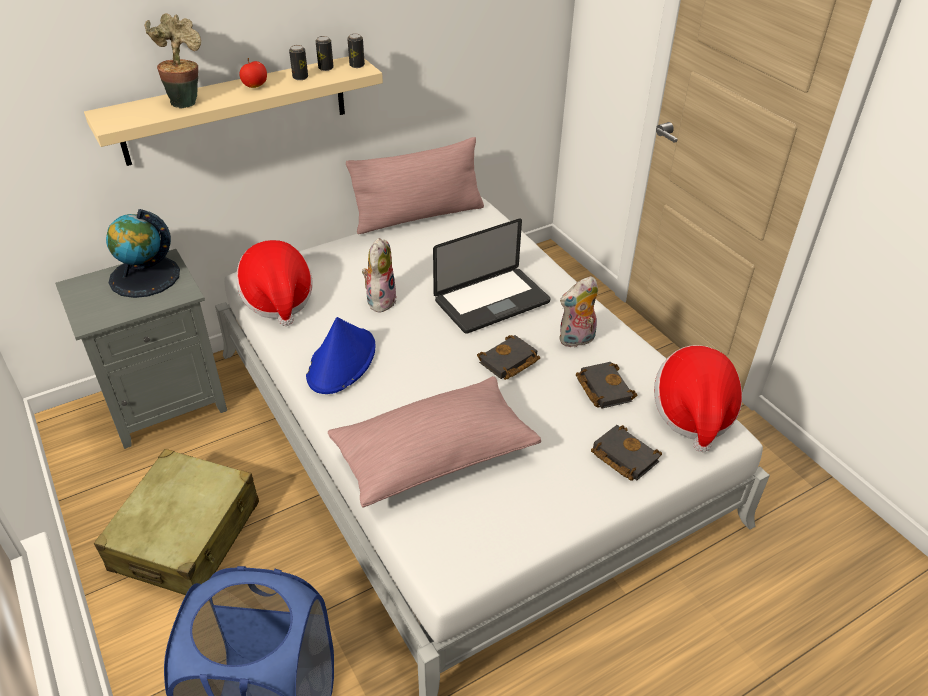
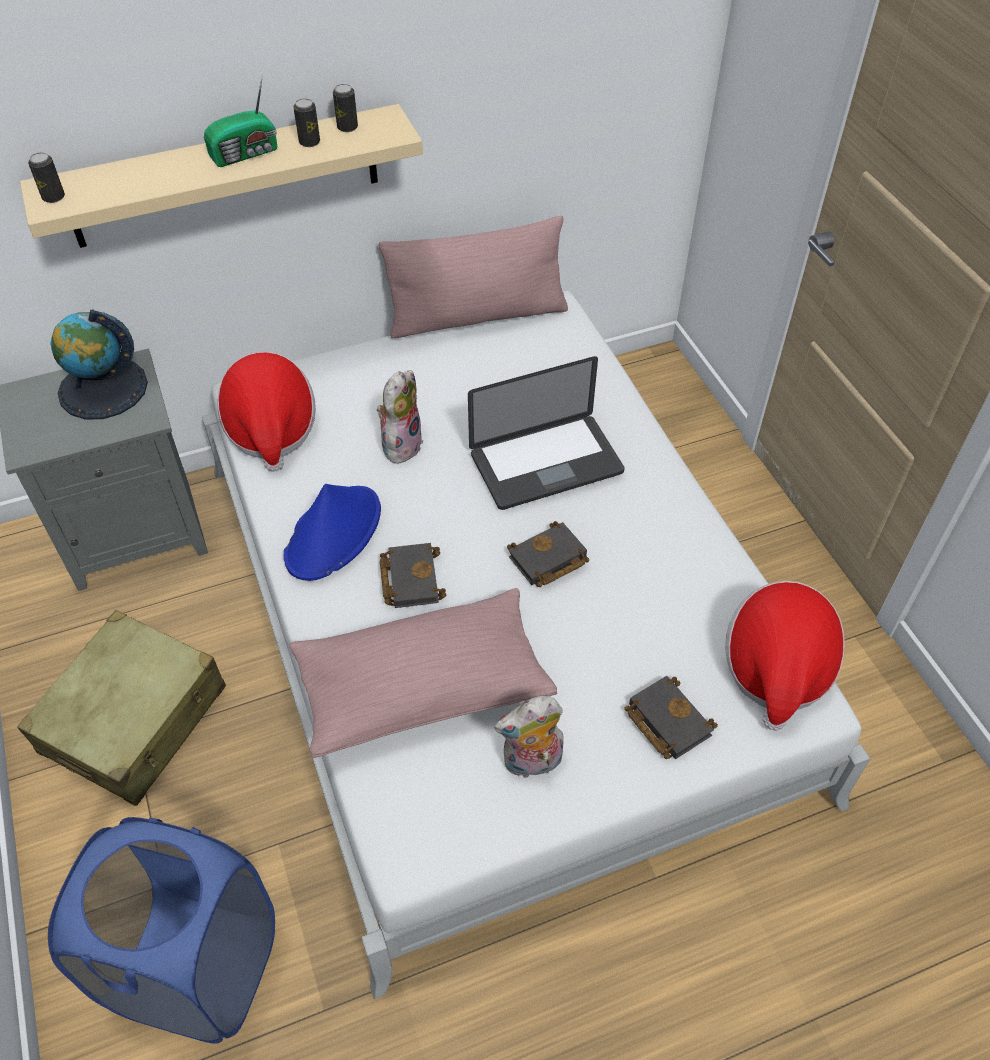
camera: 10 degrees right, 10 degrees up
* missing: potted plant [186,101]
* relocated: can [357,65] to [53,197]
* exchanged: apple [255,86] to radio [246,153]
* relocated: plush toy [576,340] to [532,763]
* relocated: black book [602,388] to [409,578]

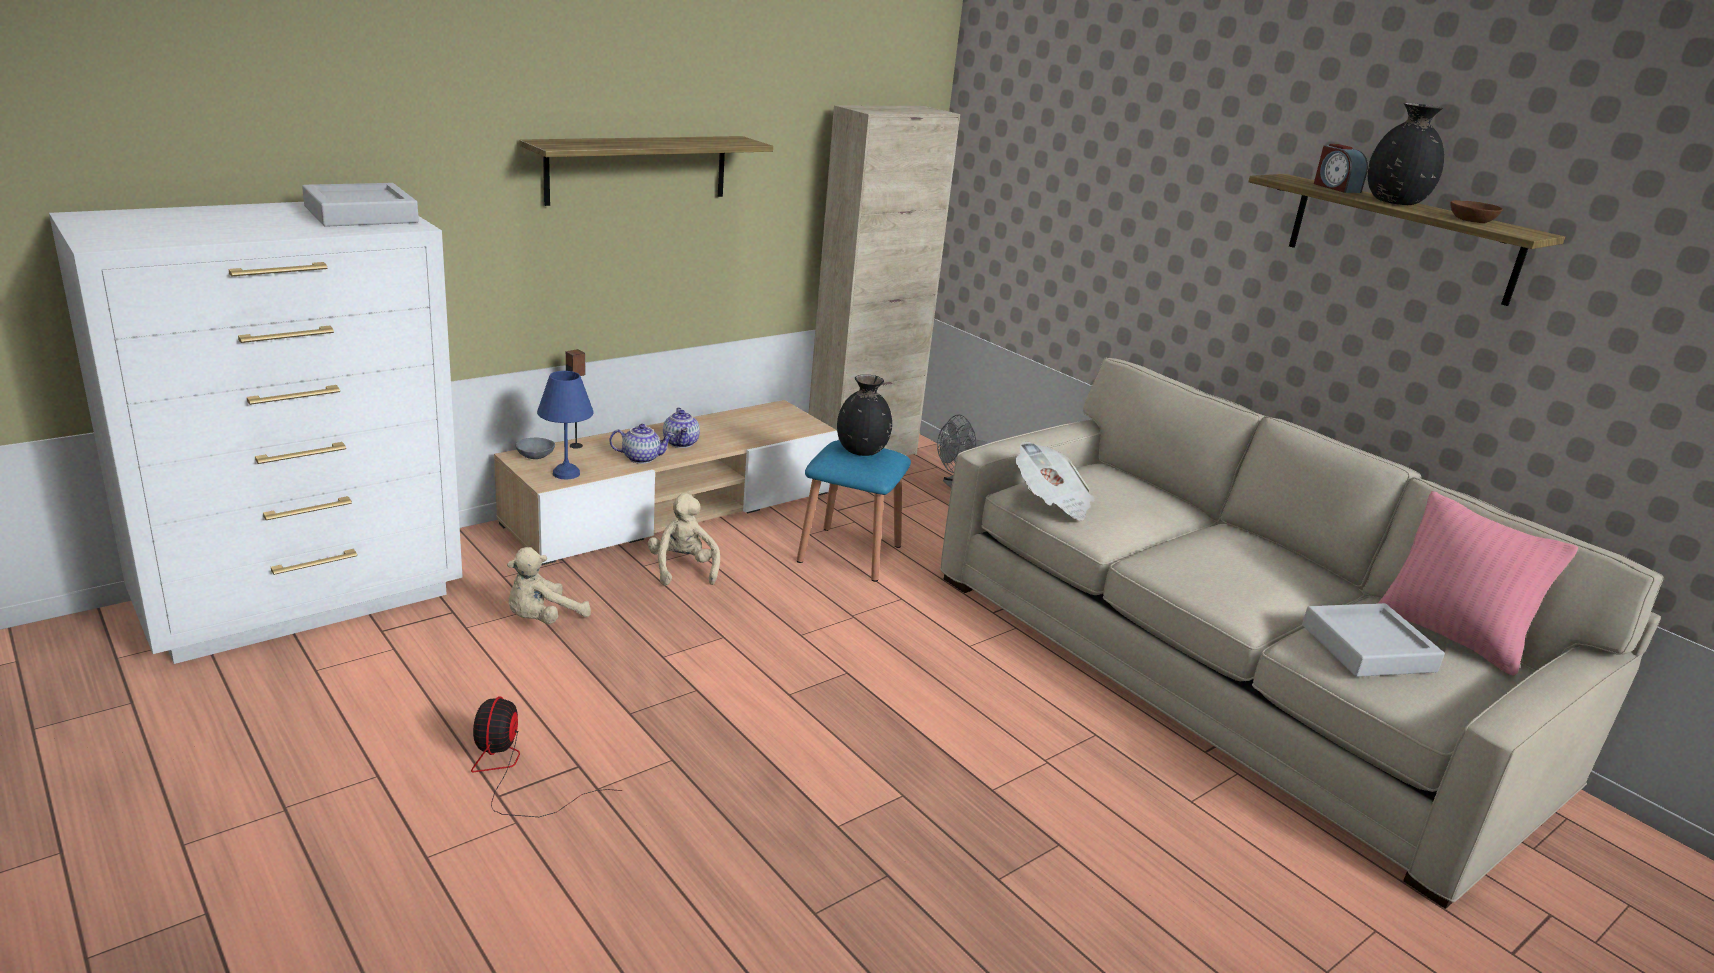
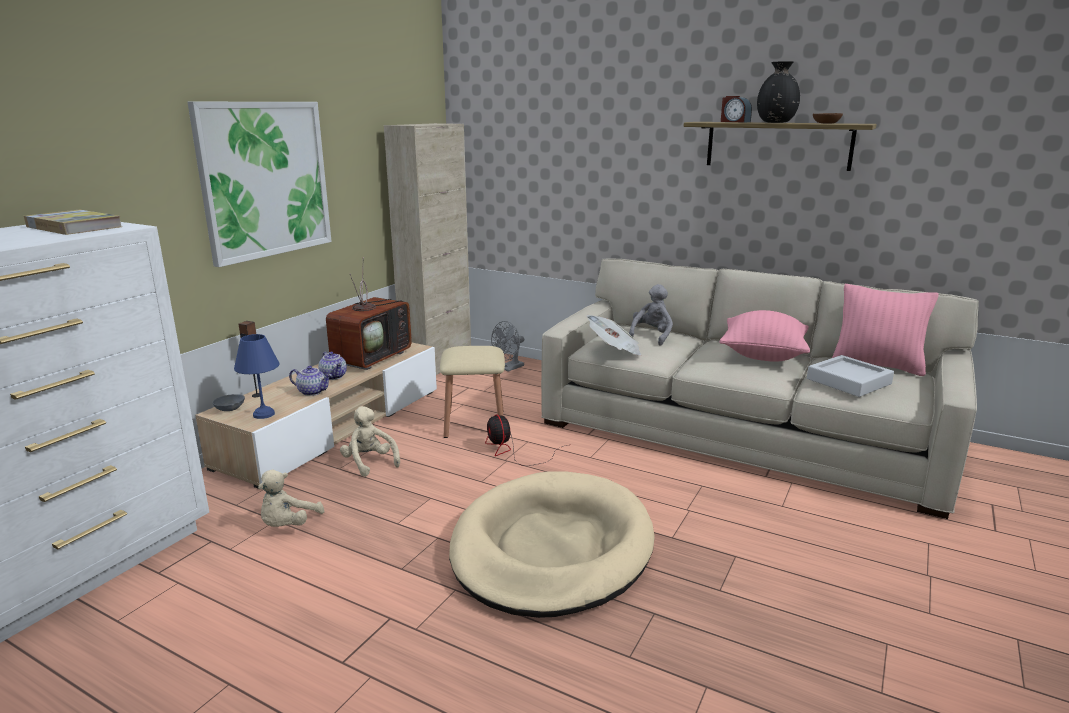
camera: 20 degrees left, 5 degrees down
* exchanged: shelf [637,169] to picture [265,180]
* exchanged: grey tray [361,214] to book [74,227]
* missing: black vase [861,451]
* spun: teapot [641,458] = [313,392] 45 degrees clockwise
* colour: blue stool [849,553] to beige stool [474,424]
* relocated: fan [513,773] to [513,452]
* appeared: television [372,357]
* appeared: grey plush toy [651,336]
* appeared: pink pillow [763,356]
* appeared: beige dog bed [552,548]

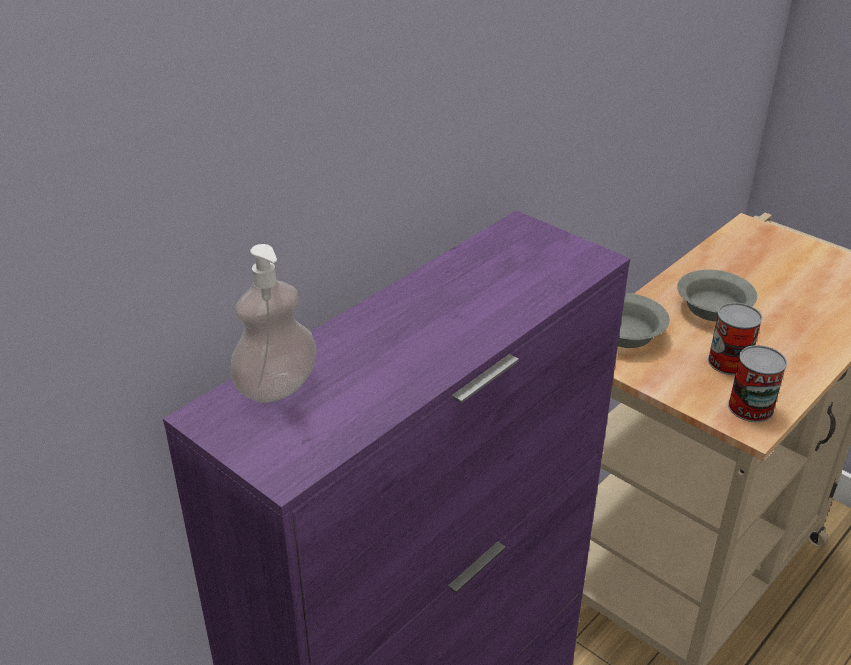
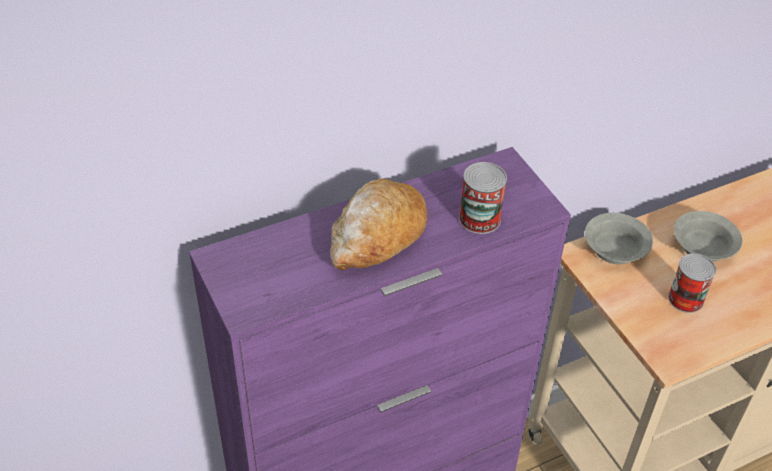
camera: 20 degrees right, 10 degrees up
* missing: soap dispenser [277,387]
* relocated: can [750,407] to [479,219]
* appeared: bread [377,237]

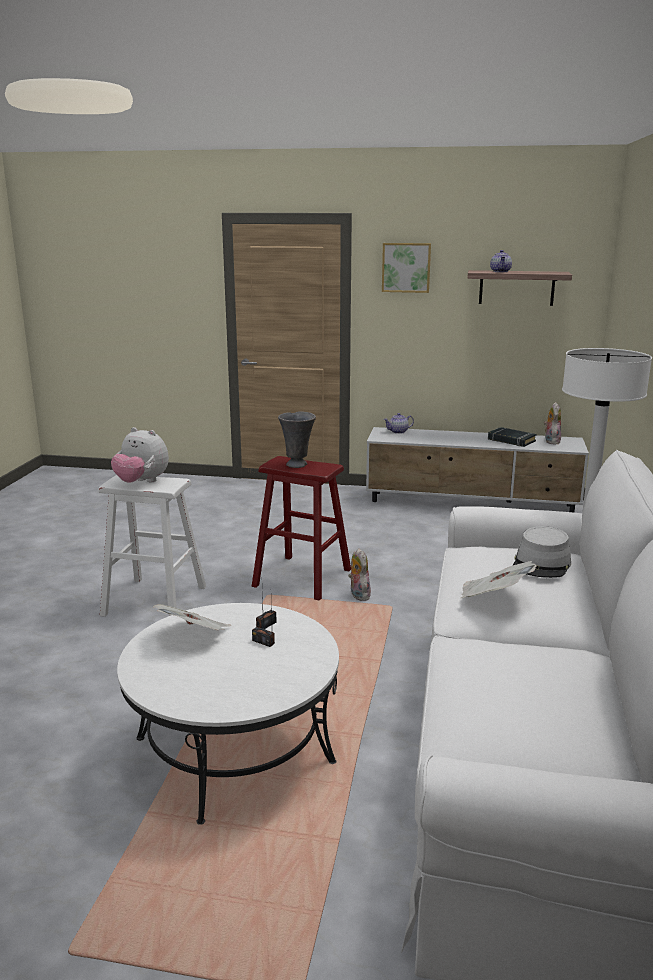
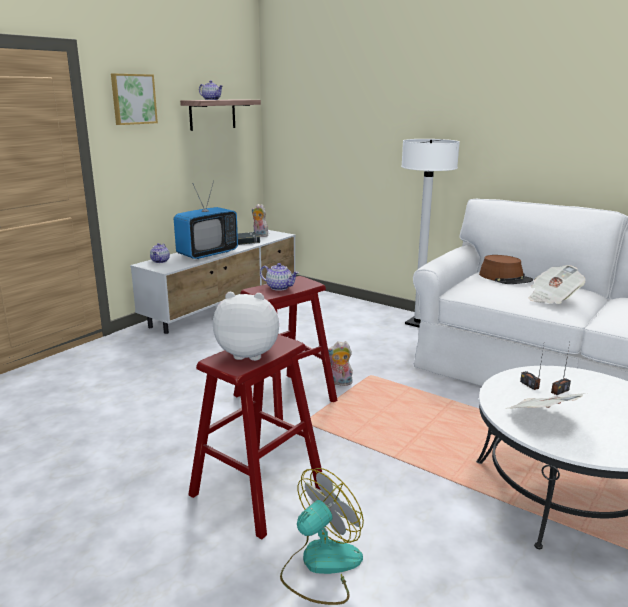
camera: 65 degrees left, 0 degrees up
* exchanged: grey vase [297,464] to teapot [279,287]
* spun: plush toy [142,482] = [249,353] 135 degrees counterclockwise
* colour: white stool [155,601] to red stool [257,491]
* colour: grey hat [542,564] to brown hat [505,278]
* appeared: television [207,254]
* appeared: fan [320,565]

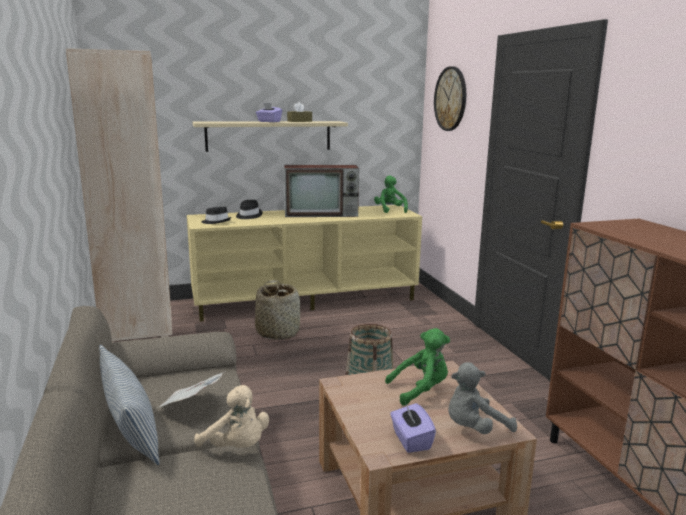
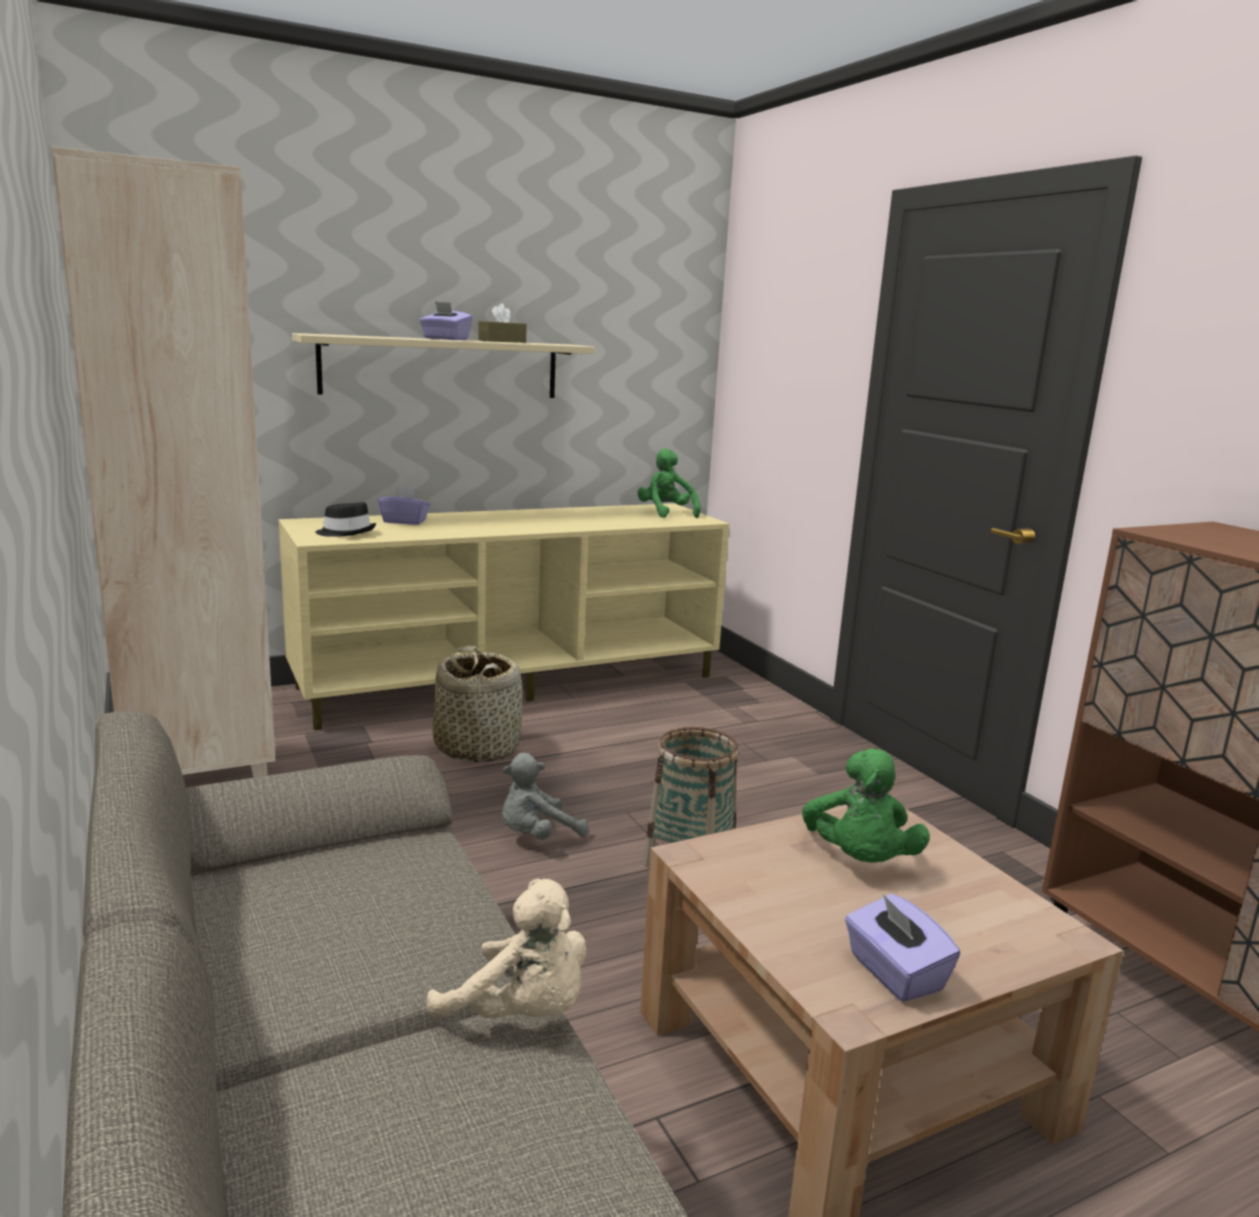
camera: 10 degrees left, 0 degrees up
* missing: wall clock [450,99]
* missing: television [322,214]
* exchanged: black hat [248,216] to purple tissue box [404,522]
* spun: green plush toy [421,390] = [859,861] 120 degrees clockwise
* missing: pillow [130,429]
* relocated: grey plush toy [474,429] to [537,836]
* missing: newspaper [192,406]

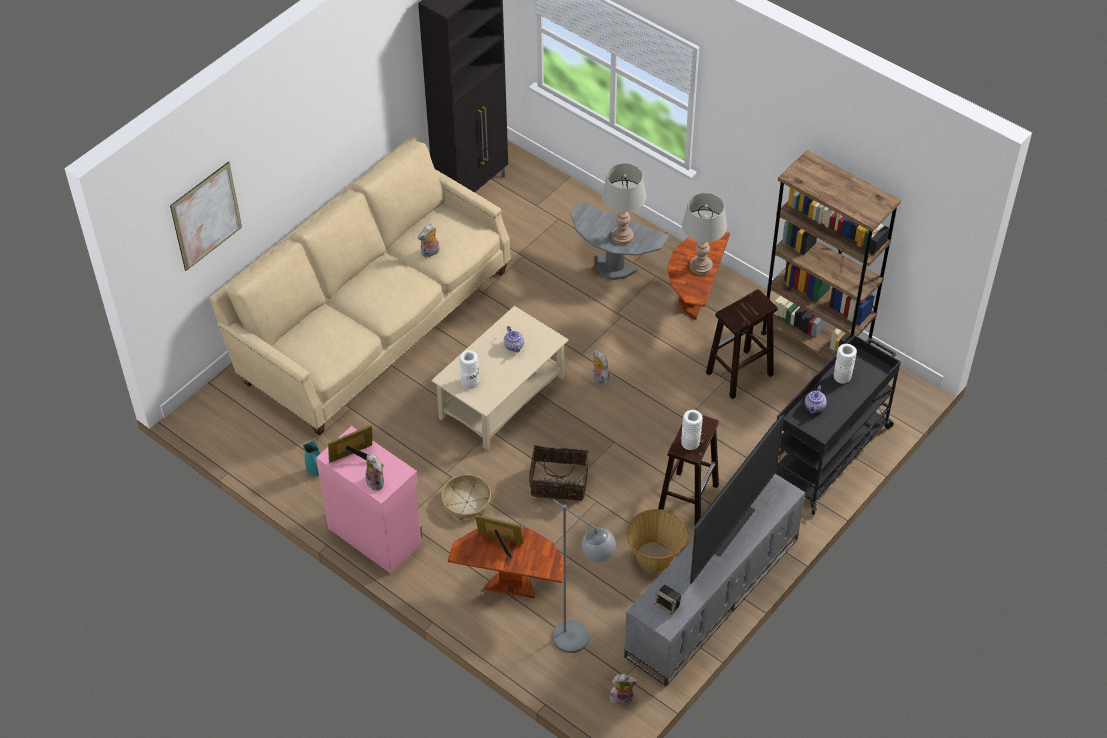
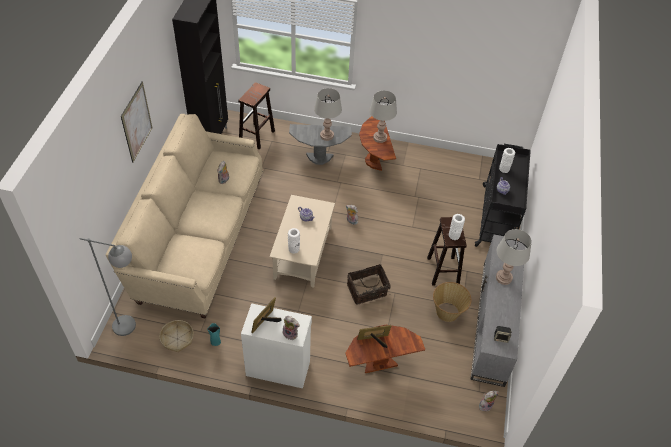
camera: 30 degrees left, 0 degrees up
* missing: brown bookcase [814,344]
* relocated: picture [206,216] to [136,122]
* relocated: brown stool [738,374] to [256,136]
* exchanged: television [731,530] to grey table lamp [503,278]
* colour: pink cabinet [375,534] to white cabinet [278,367]
* relocated: basket [466,502] to [177,339]
* relocated: grey floor lamp [581,644] to [132,327]

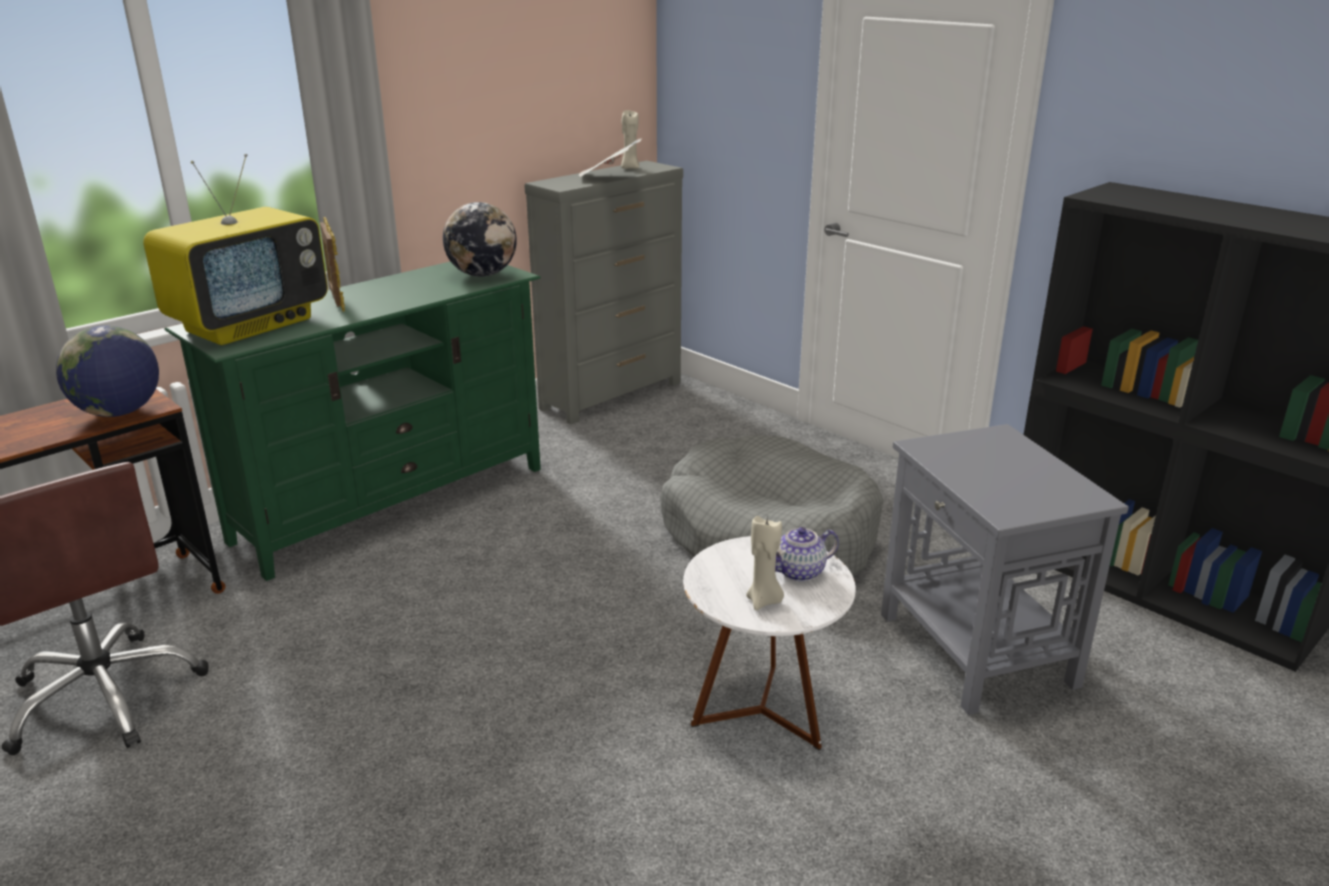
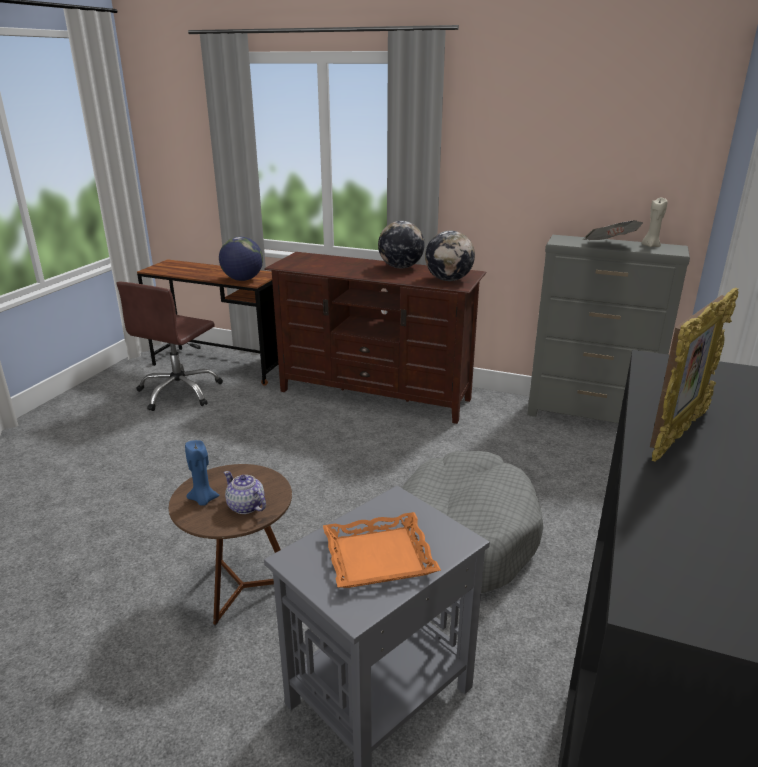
camera: 65 degrees right, 0 degrees up
* missing: television [250,324]
* relocated: picture frame [337,301] to [678,434]
* colour: green tv stand [392,503] to brown tv stand [375,395]
* colour: beige candle [764,601] to blue candle [203,500]
* colour: white side table [761,714] to brown side table [242,588]
* appeared: globe [400,267]
* appeared: orange tray [379,558]

